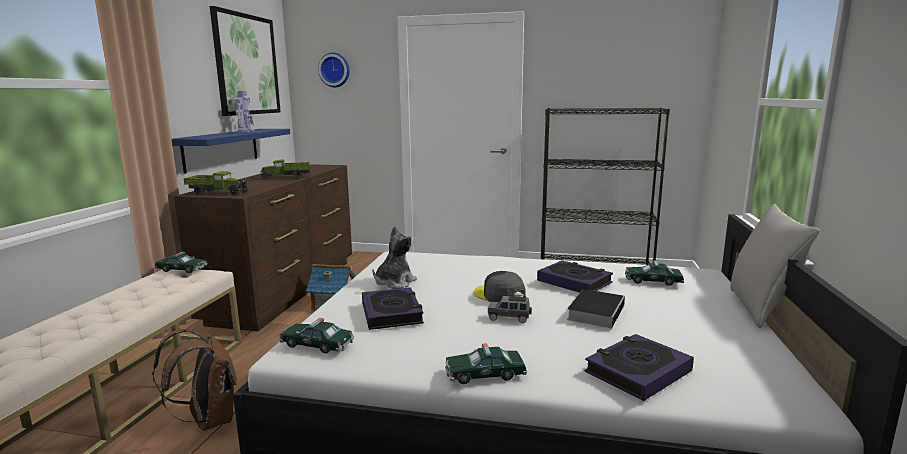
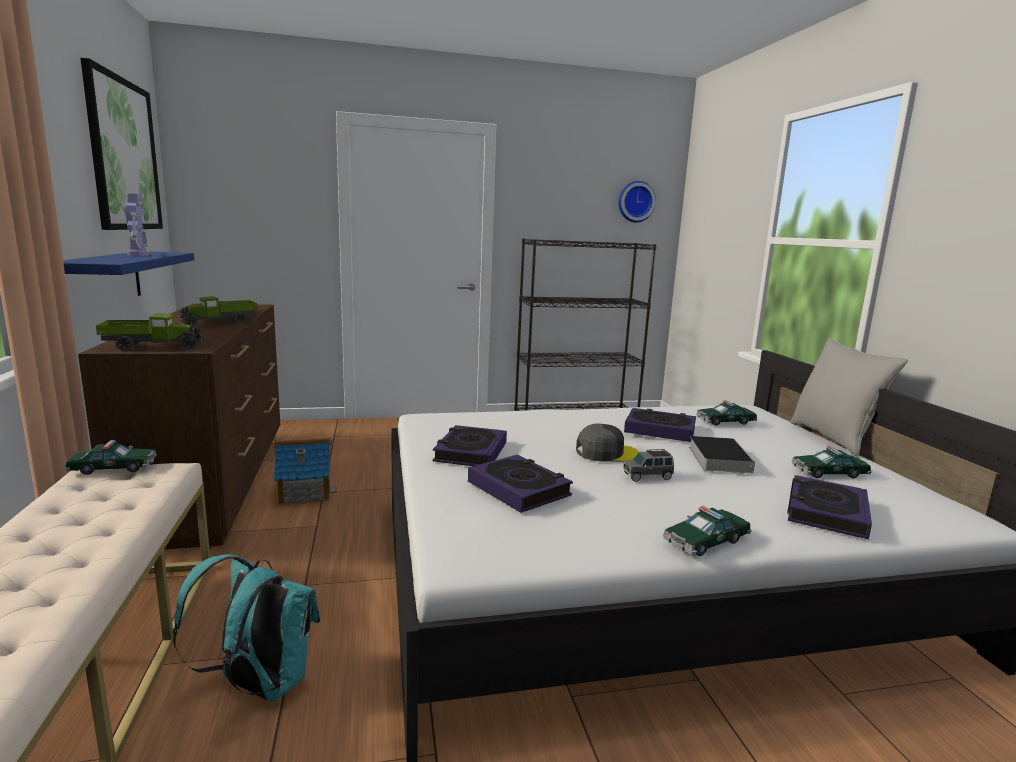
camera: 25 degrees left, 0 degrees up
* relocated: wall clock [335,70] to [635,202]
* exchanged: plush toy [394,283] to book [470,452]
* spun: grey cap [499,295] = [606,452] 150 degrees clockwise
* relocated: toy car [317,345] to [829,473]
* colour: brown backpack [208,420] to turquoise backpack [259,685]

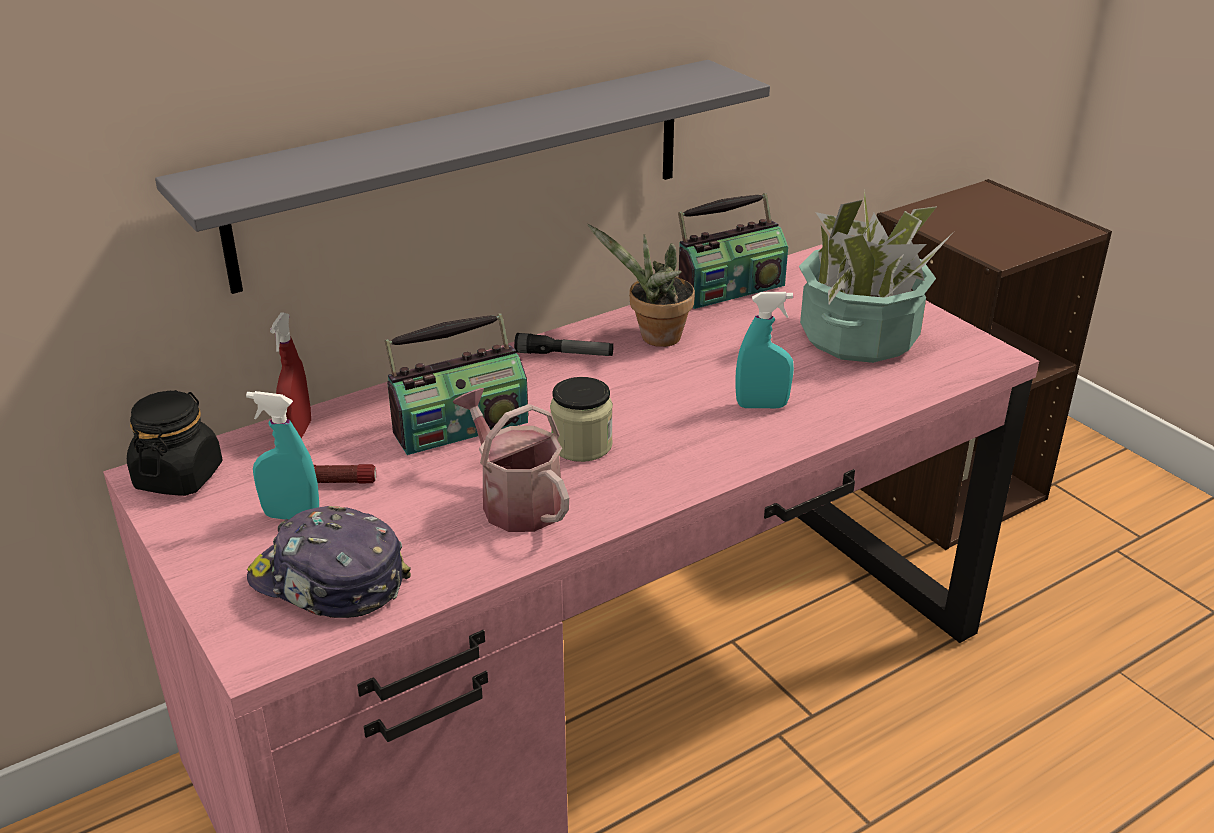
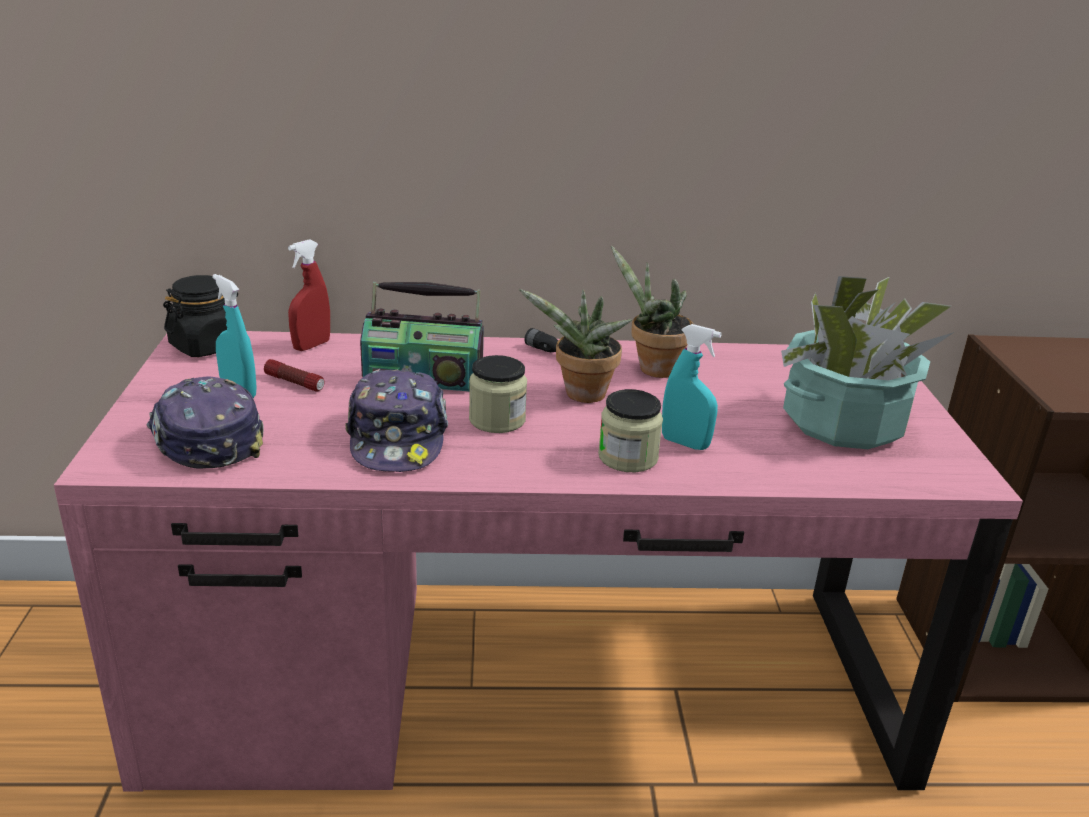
camera: 30 degrees right, 5 degrees down
* missing: grey shelf [466,171]
* missing: radio [729,289]
* exchanged: watering can [515,501] to cap [398,438]
* appeared: potted plant [581,396]
* appeared: jar [628,457]

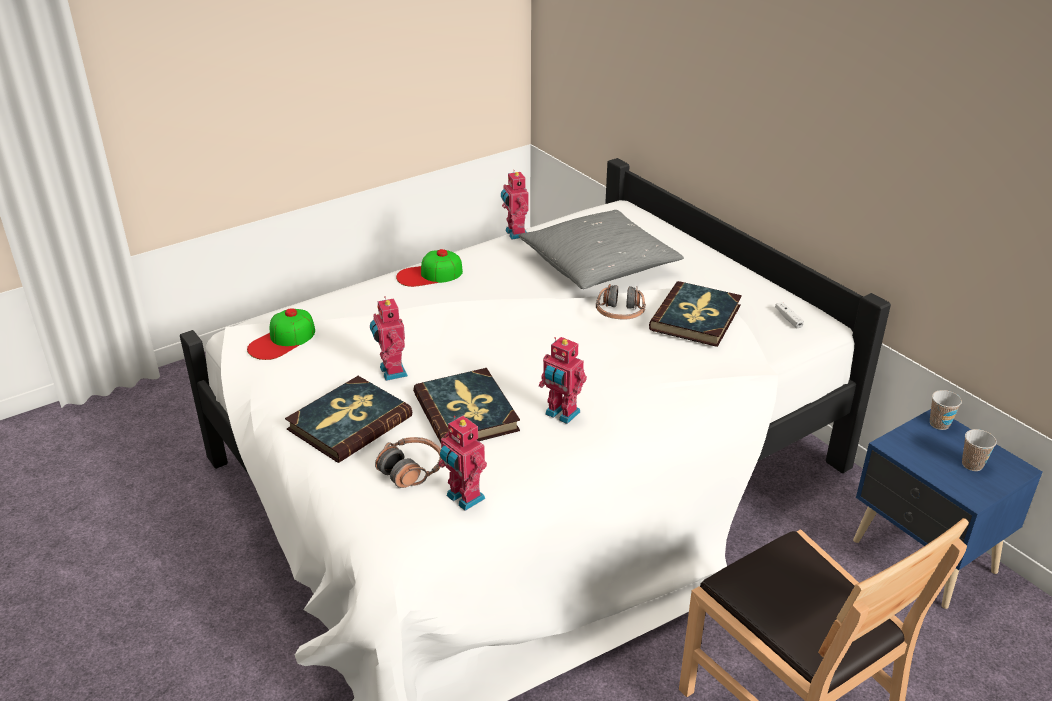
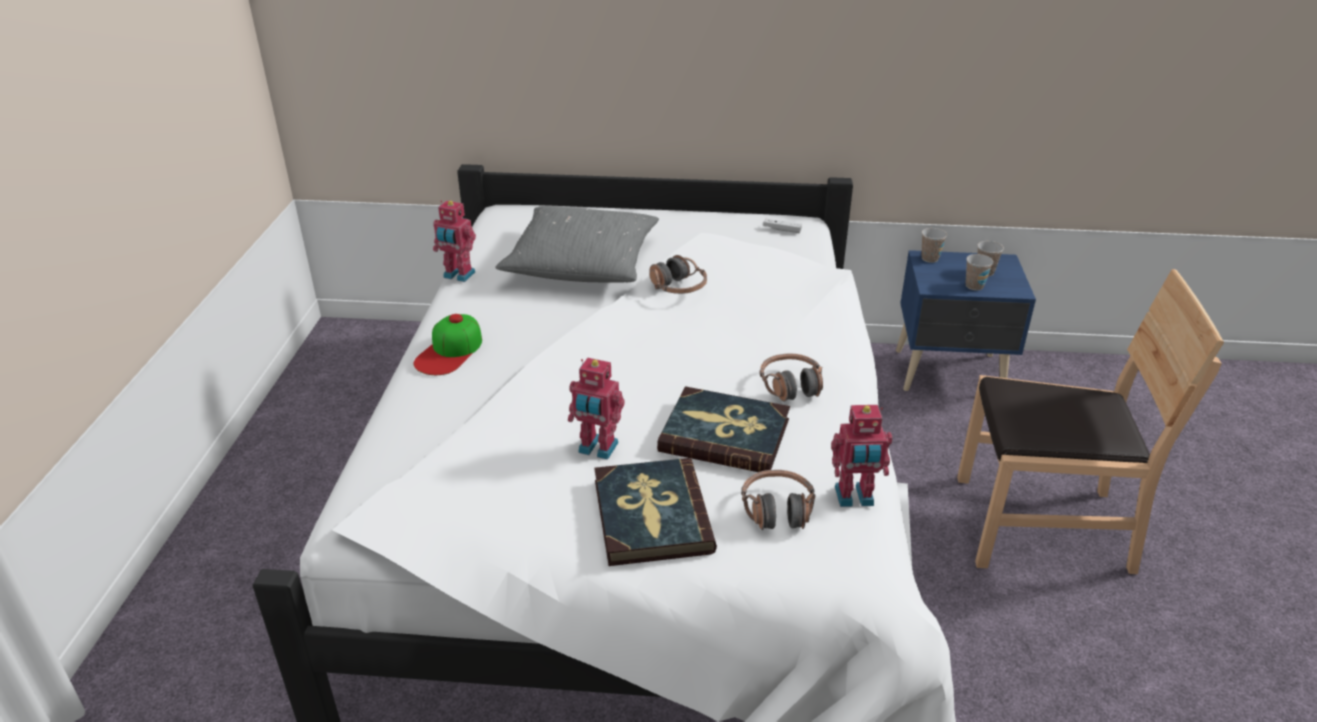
camera: 50 degrees left, 0 degrees up
* missing: book [696,318]
* missing: cap [282,340]
* exchanged: toy robot [561,414] to headphones [791,386]
* appeared: cup [974,286]

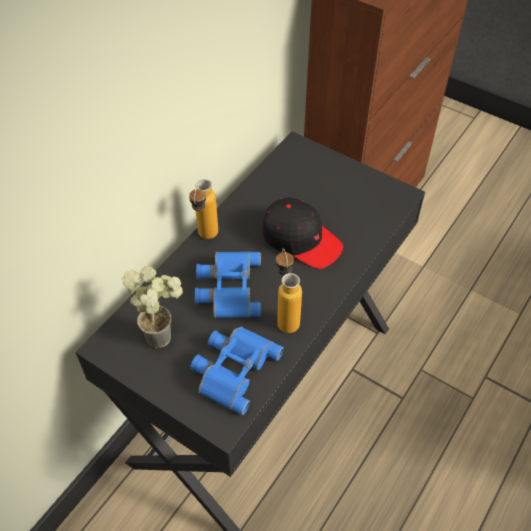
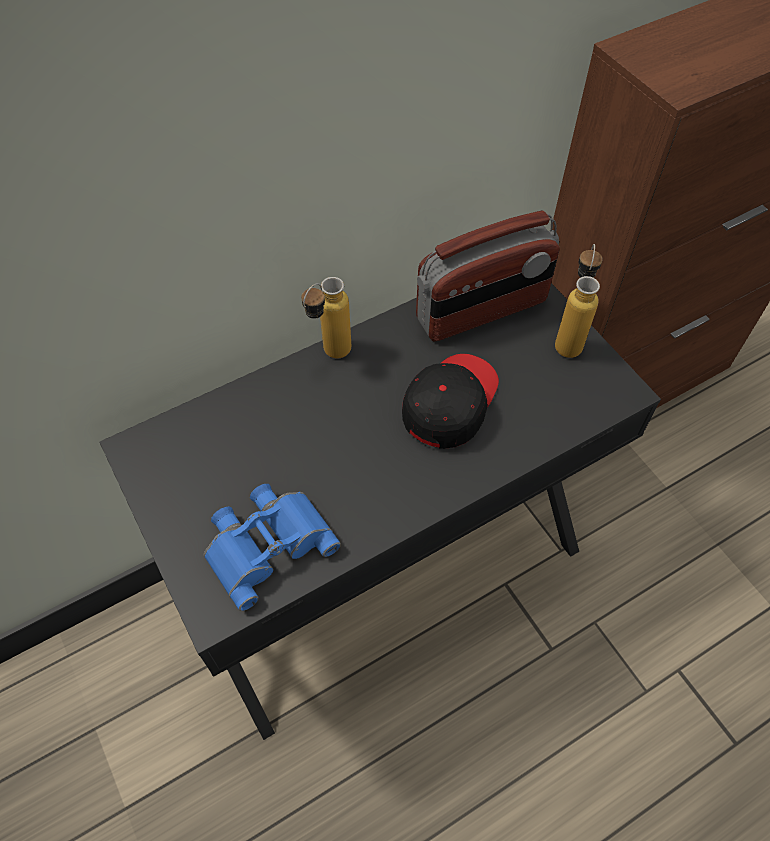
camera: 25 degrees right, 5 degrees up
* spun: black cap [301,239] = [450,403] 120 degrees counterclockwise
* relocated: bottle [286,317] to [568,339]
* missing: blue binoculars [228,288]
* missing: potted plant [163,332]
* appeared: radio [482,311]

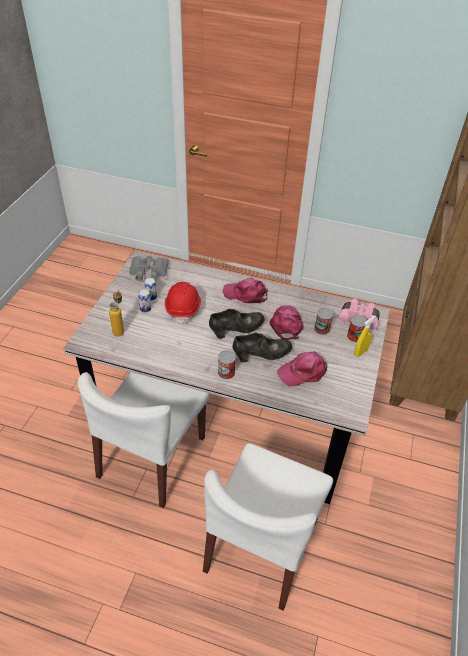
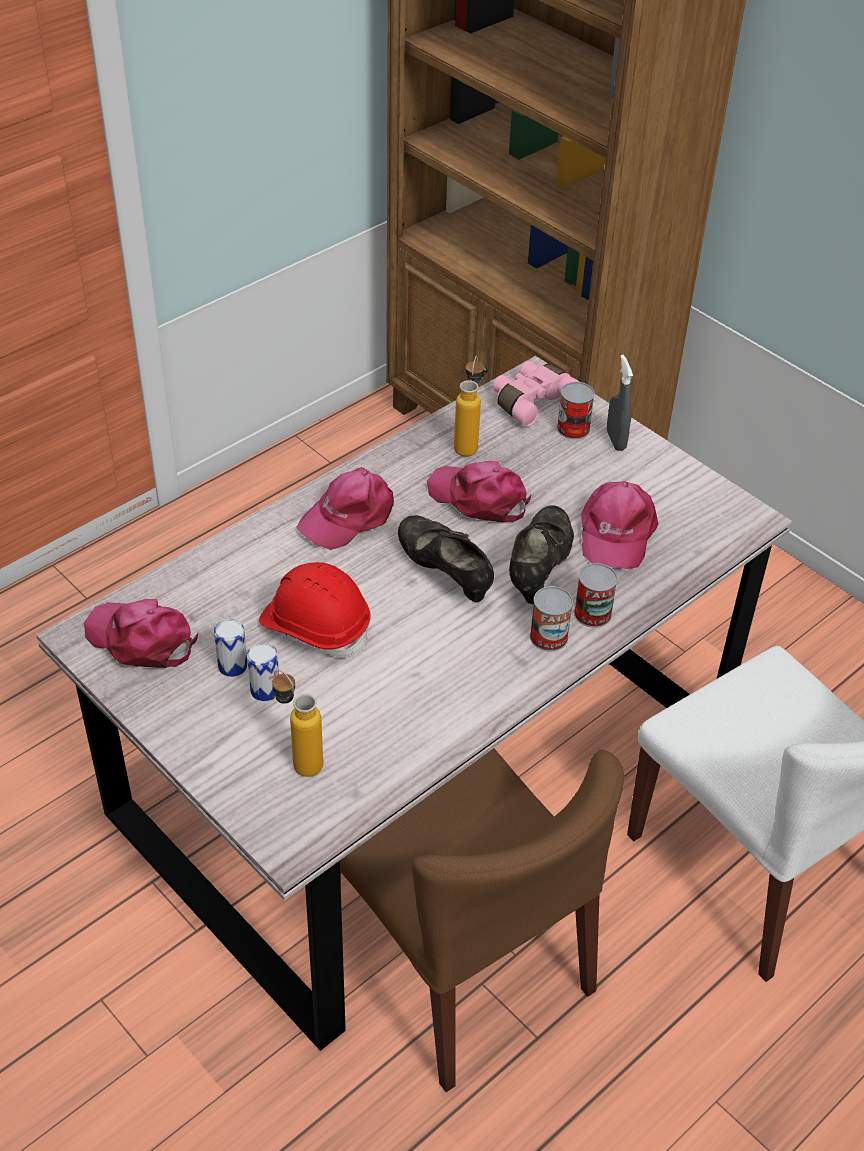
camera: 60 degrees left, 0 degrees up
* exchanged: grey binoculars [148,272] to pink cap [141,639]
* relocated: can [322,329] to [592,613]
* spun: black shoe [237,330] = [444,574] 45 degrees counterclockwise
* colour: yellow spray bottle [360,352] to grey spray bottle [616,440]
* colour: white chair [152,457] to brown chair [460,960]
* appeared: bottle [468,443]

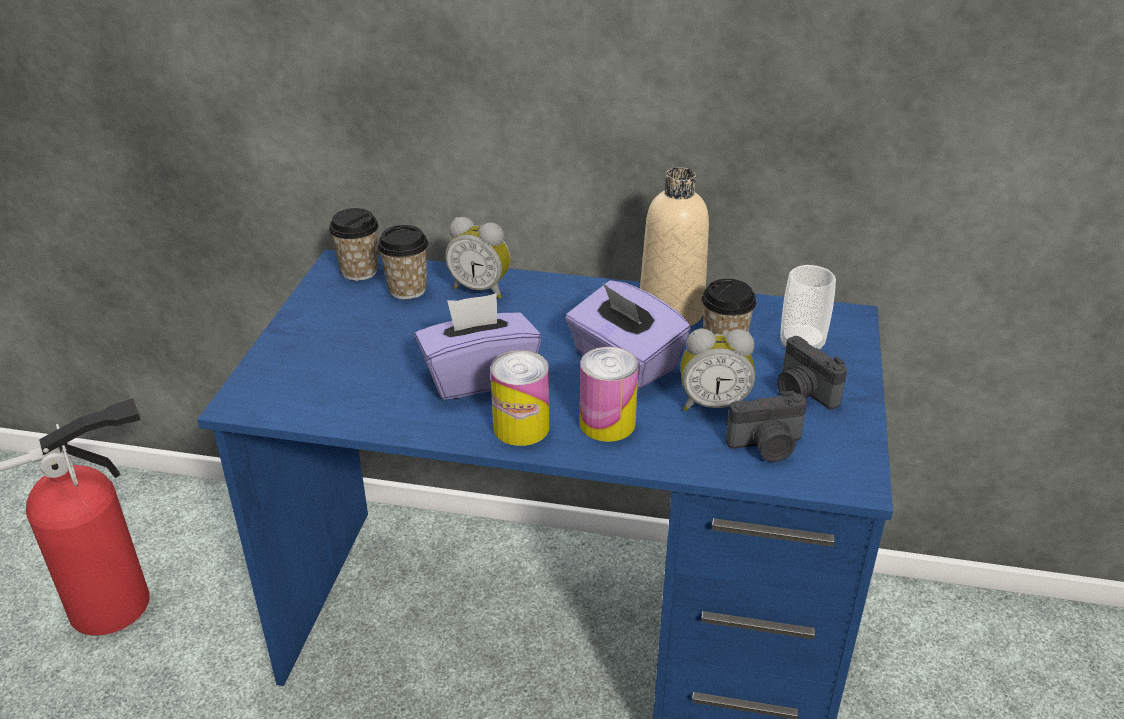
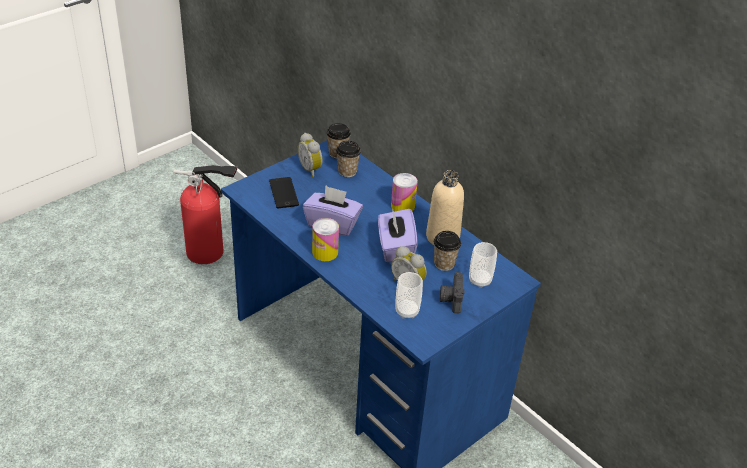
camera: 35 degrees right, 5 degrees up
* relocated: alarm clock [481,288] to [311,169]
* relocated: can [607,423] to [403,206]
* exchanged: photo camera [767,446] to cup [407,311]
* appeared: phone [283,193]

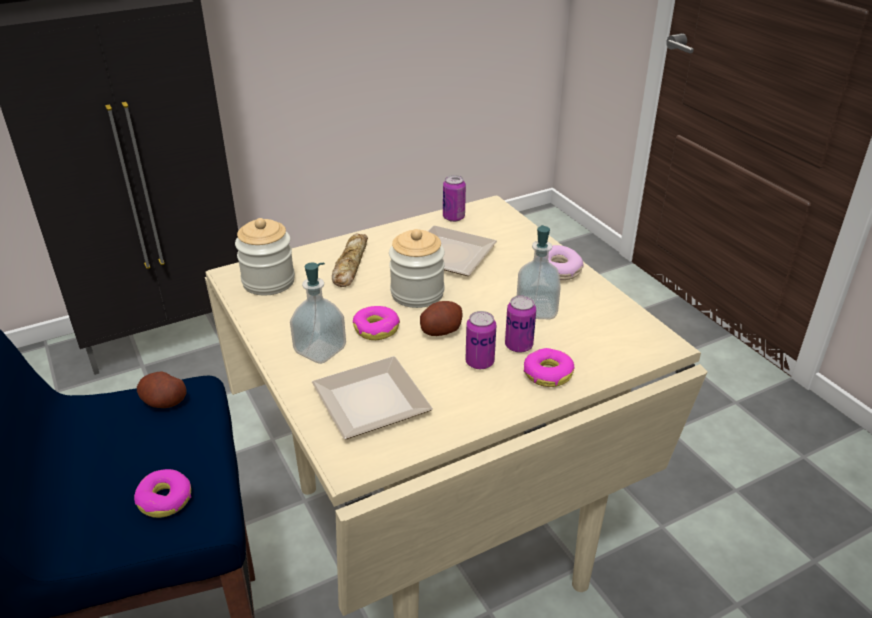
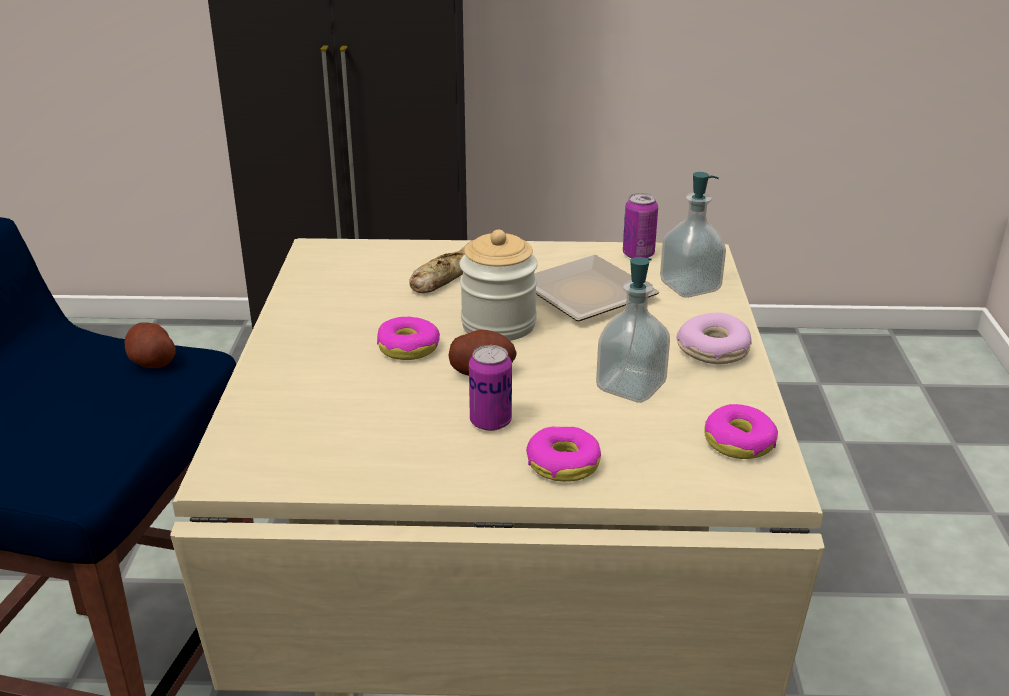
camera: 30 degrees right, 5 degrees down
* missing: jar [268,282]
* relocated: soap dispenser [320,350] to [690,287]
* missing: can [518,346]
* missing: plate [367,400]
* relocated: donut [165,500] to [739,442]

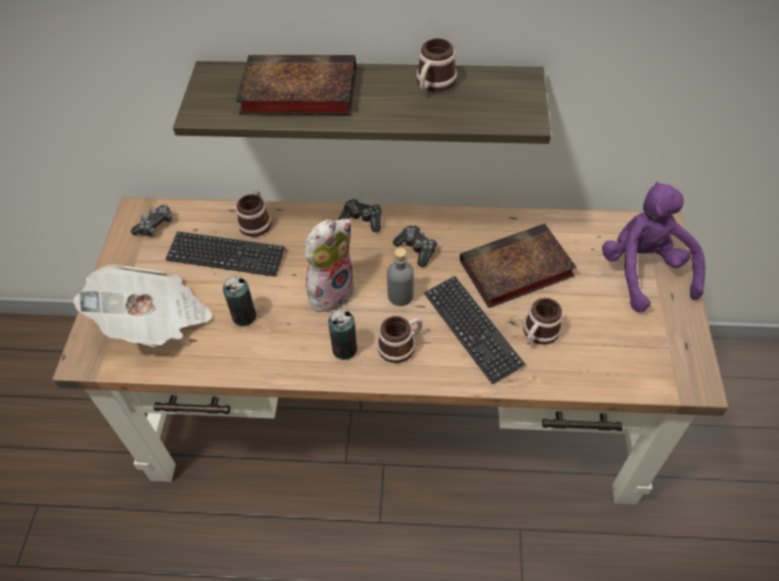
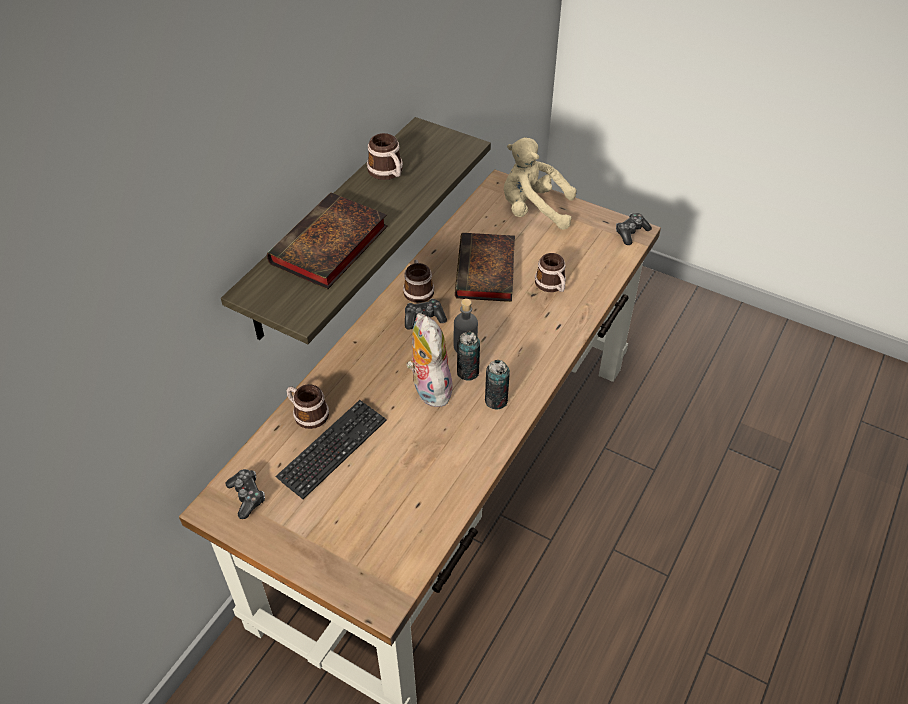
camera: 65 degrees left, 5 degrees down
* colour: purple plush toy [644,272] to beige plush toy [533,210]
* relocated: game controller [362,220] to [631,233]
* missing: newspaper [155,321]
* relocated: can [244,316] to [468,372]
* missing: keyboard [472,329]
* relocated: mug [401,345] to [418,289]

